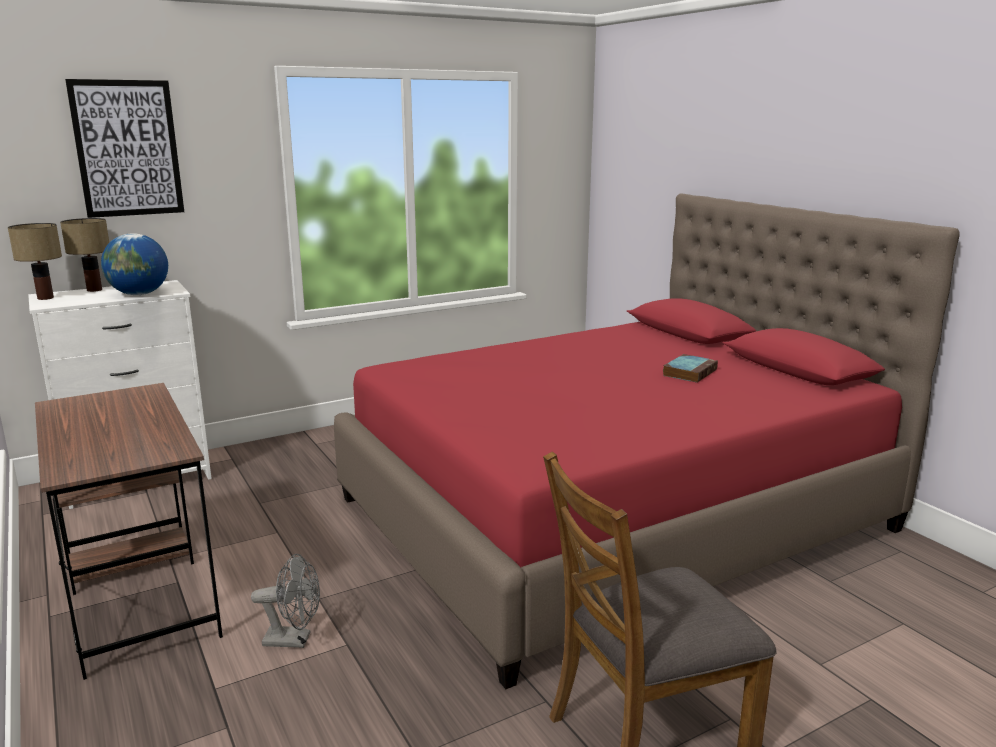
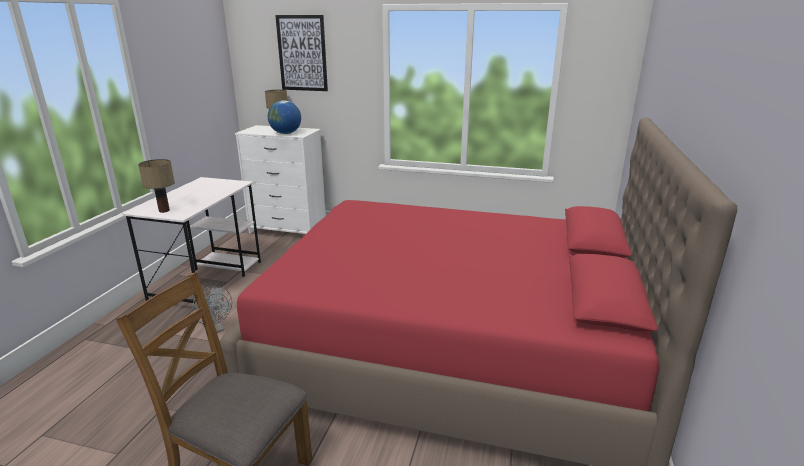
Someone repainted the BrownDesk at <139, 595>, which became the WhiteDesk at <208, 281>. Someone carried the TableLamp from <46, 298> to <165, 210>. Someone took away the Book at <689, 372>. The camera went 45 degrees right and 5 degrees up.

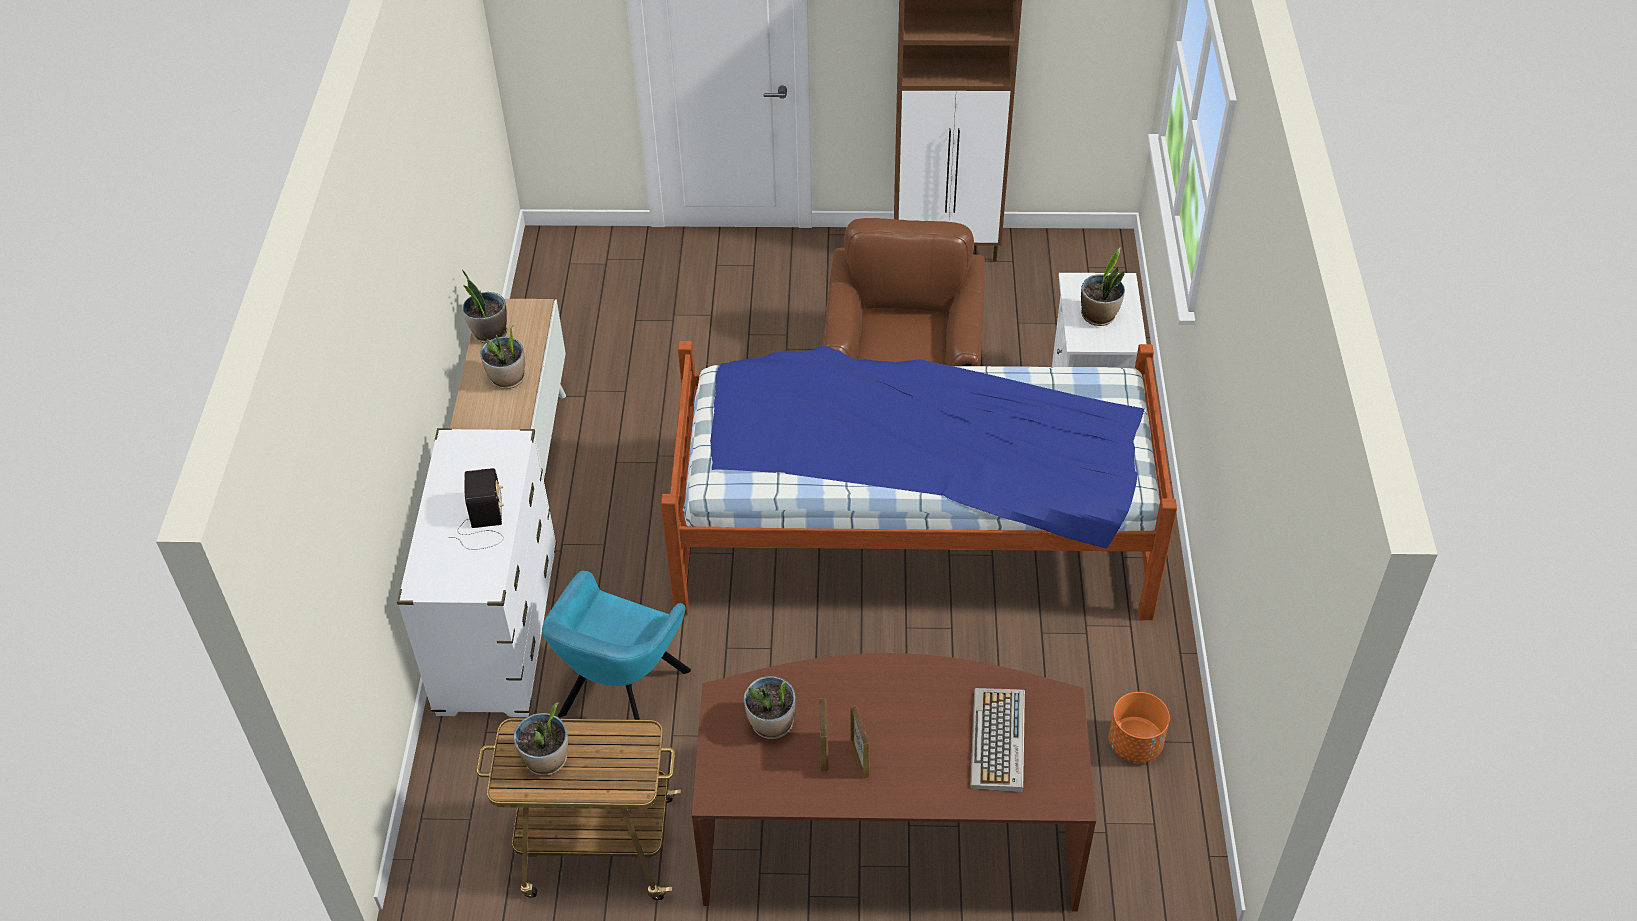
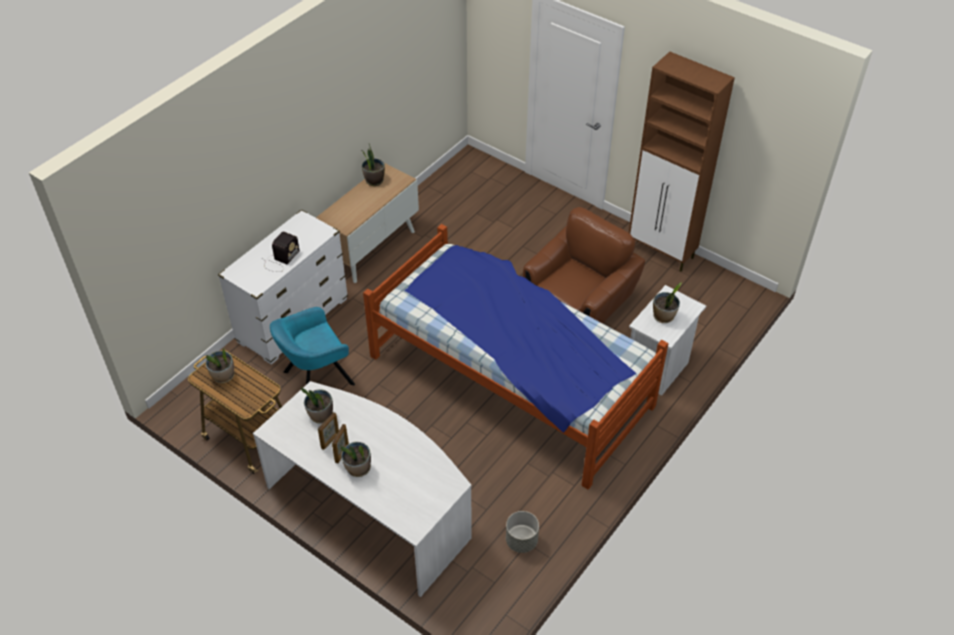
Someone repainted the BrownDesk at <889, 833>, which became the WhiteDesk at <371, 508>. Someone carried the PottedPlant from <507, 379> to <358, 468>. Someone repainted the OrangePlanter at <1135, 743>, which became the GreyPlanter at <521, 541>. Someone took away the Keyboard at <998, 741>. The camera went 35 degrees right and 0 degrees up.

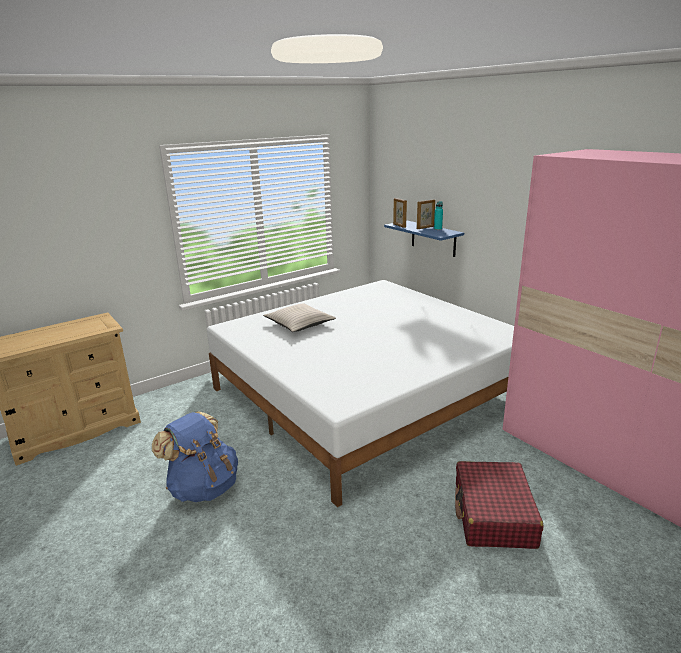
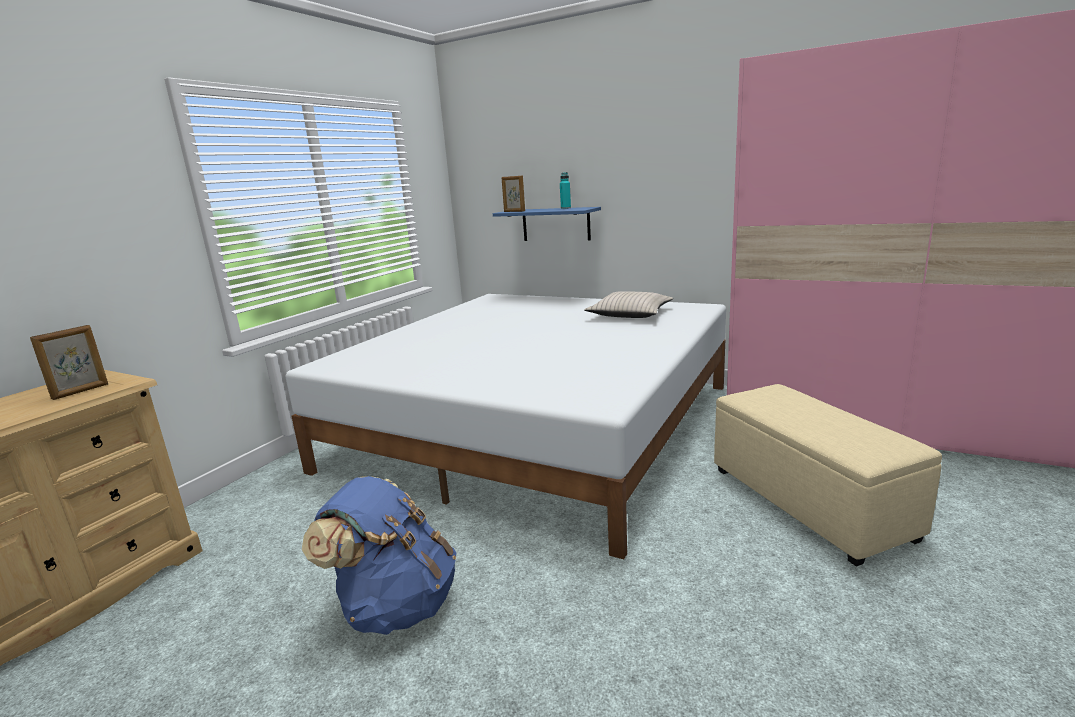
Someone carried the PictureFrame from <425, 227> to <81, 391>. Someone carried the BeigePillow from <299, 324> to <630, 314>. Someone swapped the RedSuitcase at <493, 515> for the BeigeOttoman at <809, 502>. The camera went 25 degrees left and 5 degrees down.

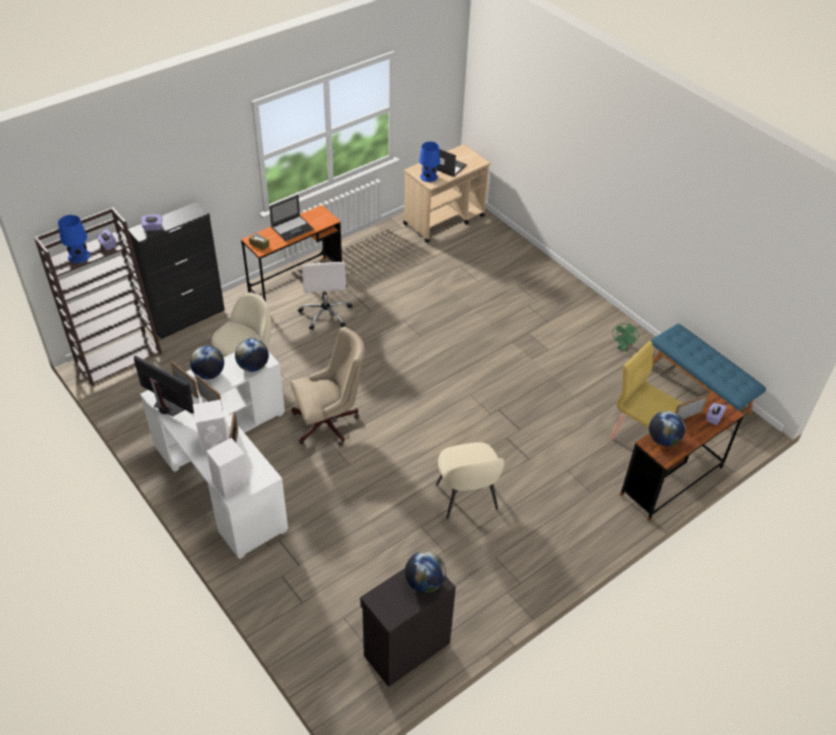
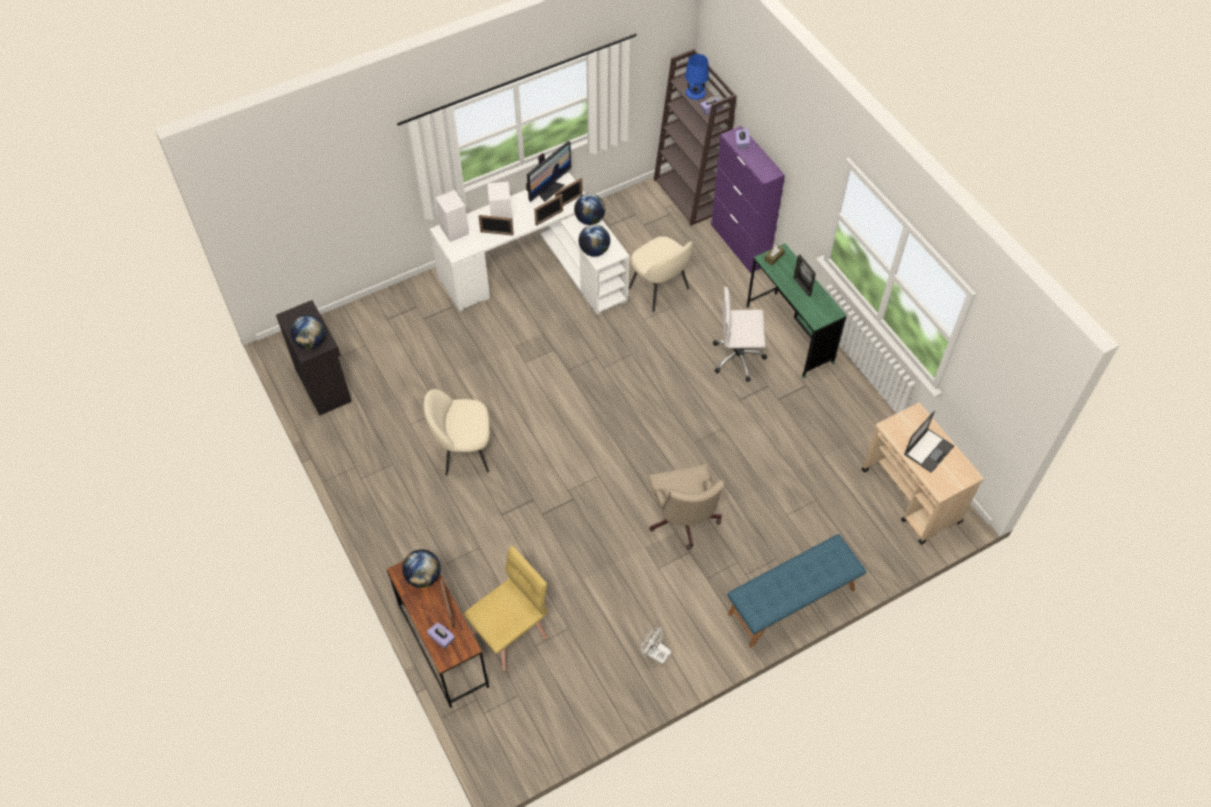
Someone repainted the GreenFan at <623, 347>, which became the WhiteFan at <654, 654>. Someone carried the BeigeOfficeChair from <330, 423> to <683, 522>. Someone repainted the BlackCabinet at <188, 318>, which became the PurpleCabinet at <740, 244>. Someone carried the BlueBench from <698, 390> to <792, 602>. Someone repainted the OrangeDesk at <296, 284>, which became the GreenDesk at <789, 334>. Someone swapped the Laptop at <292, 228> for the PictureFrame at <802, 286>. Someone took away the BlueTableLamp at <429, 177>. The camera went 100 degrees right and 10 degrees up.

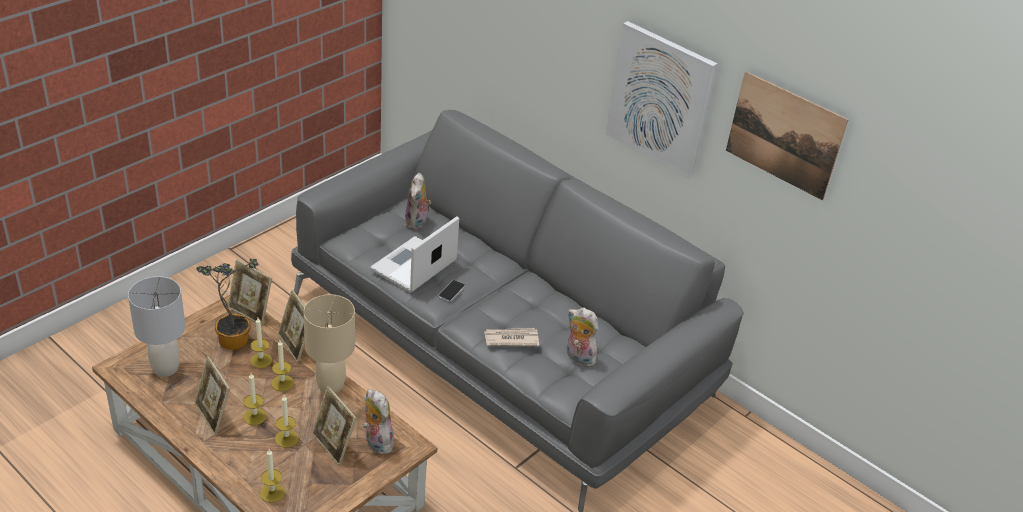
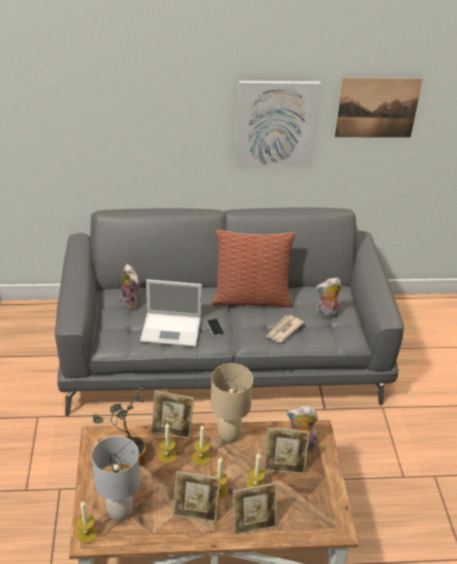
Someone carried the Candle from <272, 493> to <86, 534>. Someone rotated the Laptop at <413, 266> by 75 degrees counterclockwise. Someone put down the Pillow at <251, 298>. Someone carried the PictureFrame from <251, 312> to <253, 524>. The camera went 45 degrees left and 0 degrees up.

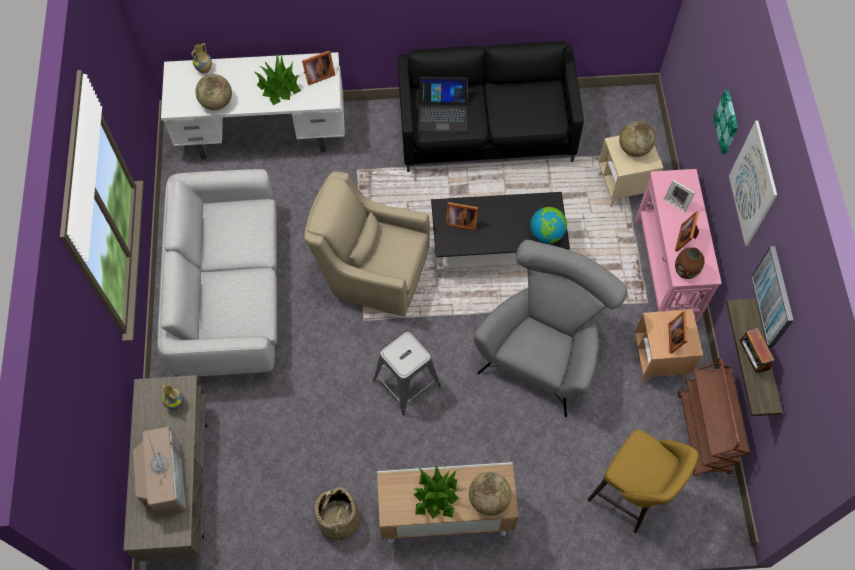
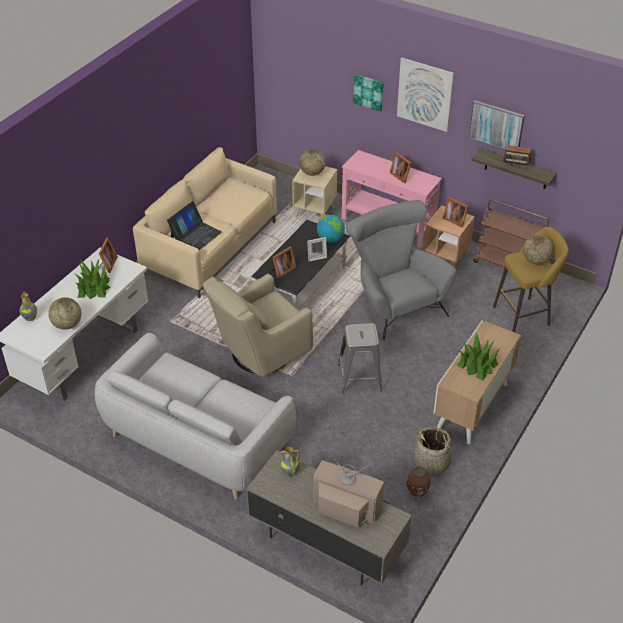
Someone repainted the BlackSofa at <485, 132>, which became the BeigeSofa at <210, 248>. Someone carried the PictureFrame from <677, 202> to <316, 257>. Someone carried the BrownVase from <685, 272> to <417, 492>. Someone carried the Globe from <489, 499> to <536, 260>. The camera went 55 degrees left and 20 degrees down.

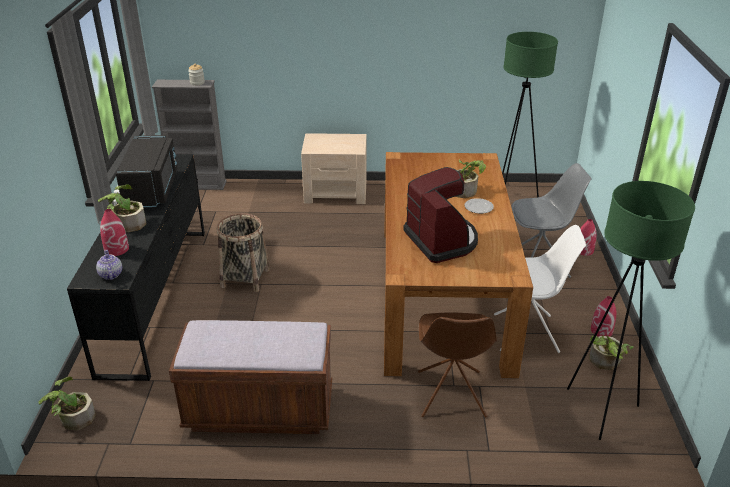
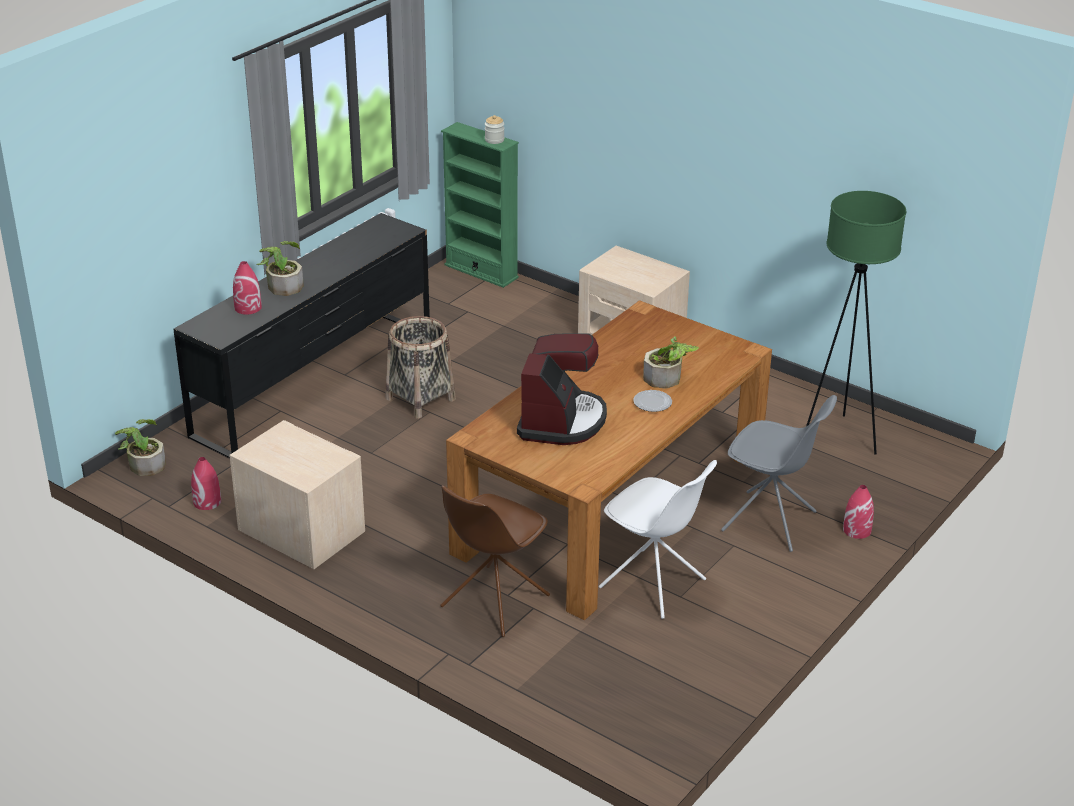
Someone carried the RedVase from <601, 330> to <207, 502>. Someone swapped the BrownBench at <259, 410> for the BeigeNightstand at <301, 530>. Someone repainted the GreyBookcase at <198, 185>, which became the GreenBookcase at <481, 271>. Someone took away the Teapot at <110, 274>. Someone took away the BlackMicrowave at <152, 189>. Someone took away the GreenFloorLamp at <600, 410>. Someone took away the PottedPlant at <605, 363>. The camera went 35 degrees right and 0 degrees up.

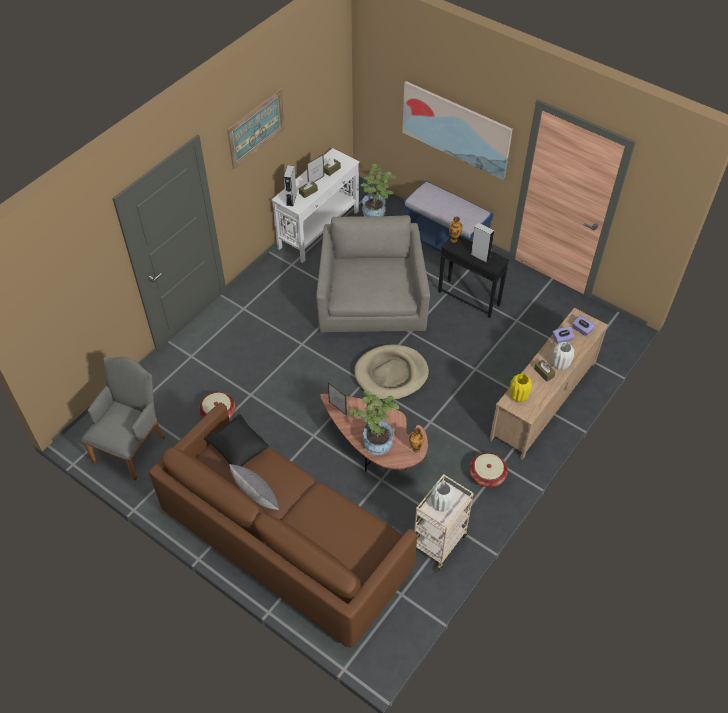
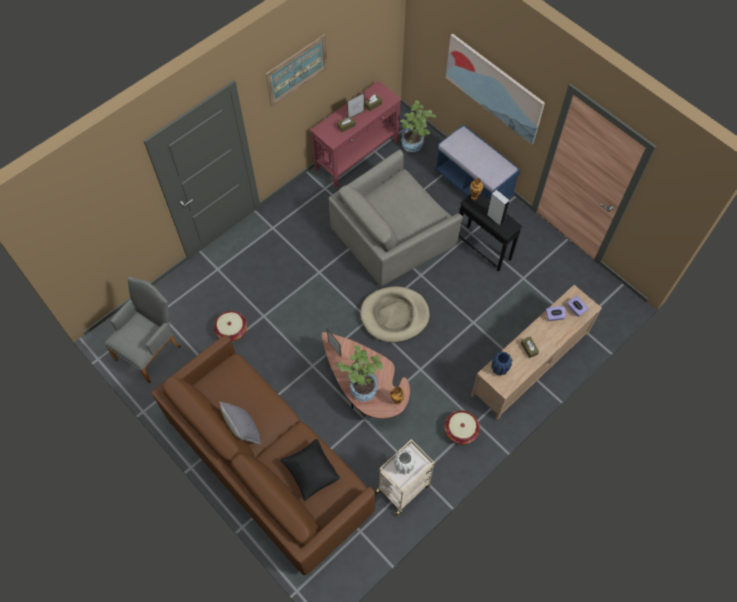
Someone carried the BlackPillow from <238, 449> to <311, 472>. Someone repainted the WhiteConsoleTable at <319, 229>, which became the RedConsoleTable at <357, 154>. Someone rotated the GreyArmchair at <371, 297> by 135 degrees counterclockwise. Someone repainted the YellowVase at <518, 396>, which became the BlueVase at <499, 369>. Someone took away the GreySpeaker at <291, 199>. Someone took away the WhiteVase at <560, 365>. The camera went 10 degrees right and 10 degrees up.

